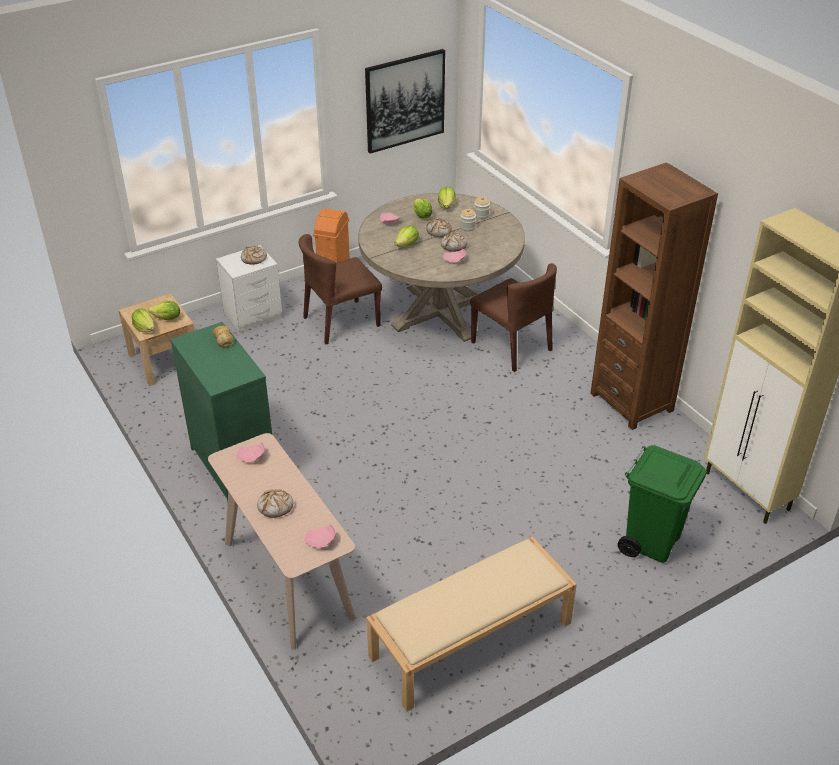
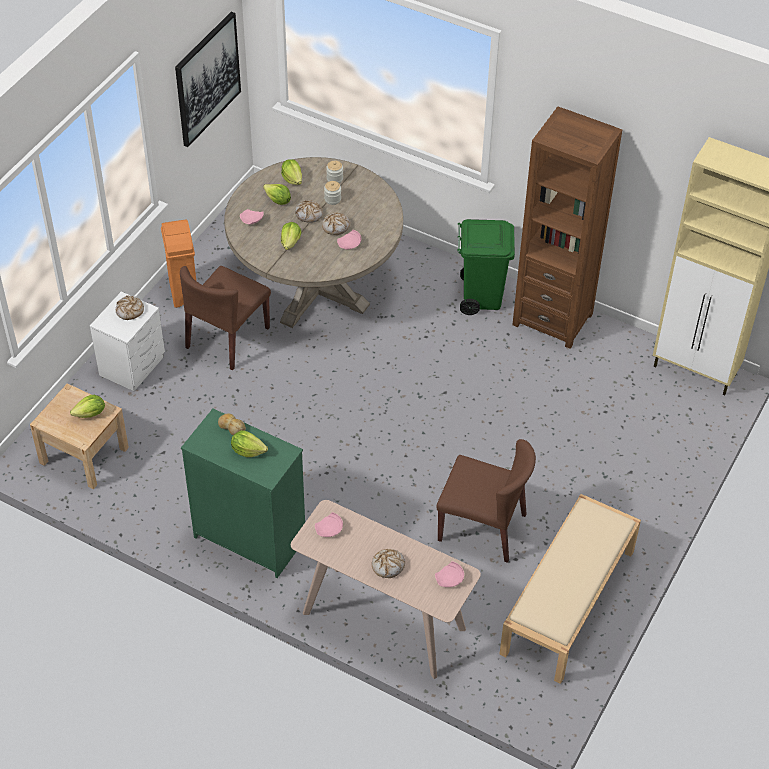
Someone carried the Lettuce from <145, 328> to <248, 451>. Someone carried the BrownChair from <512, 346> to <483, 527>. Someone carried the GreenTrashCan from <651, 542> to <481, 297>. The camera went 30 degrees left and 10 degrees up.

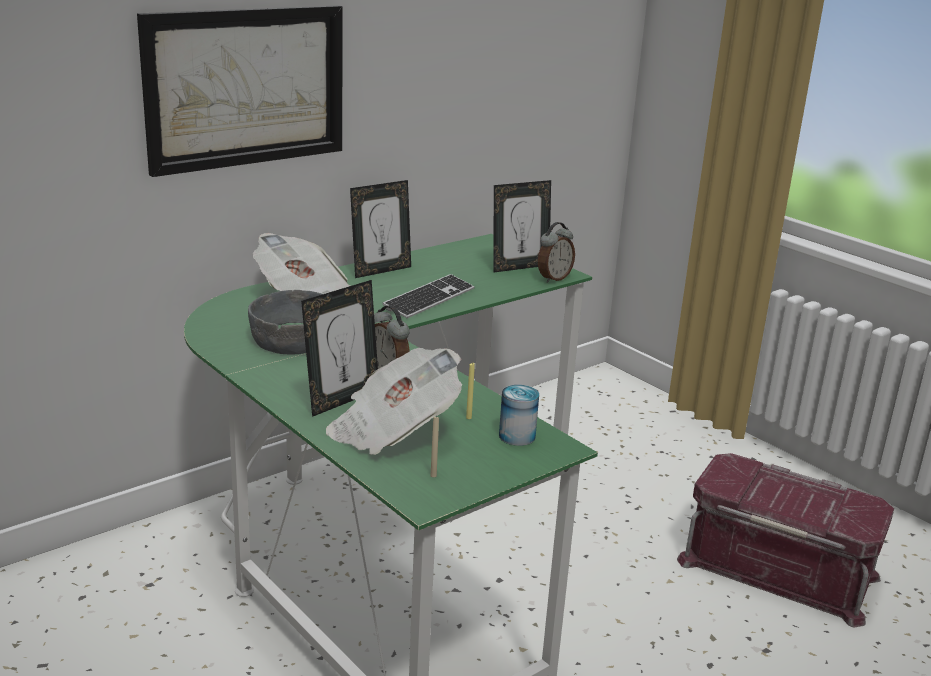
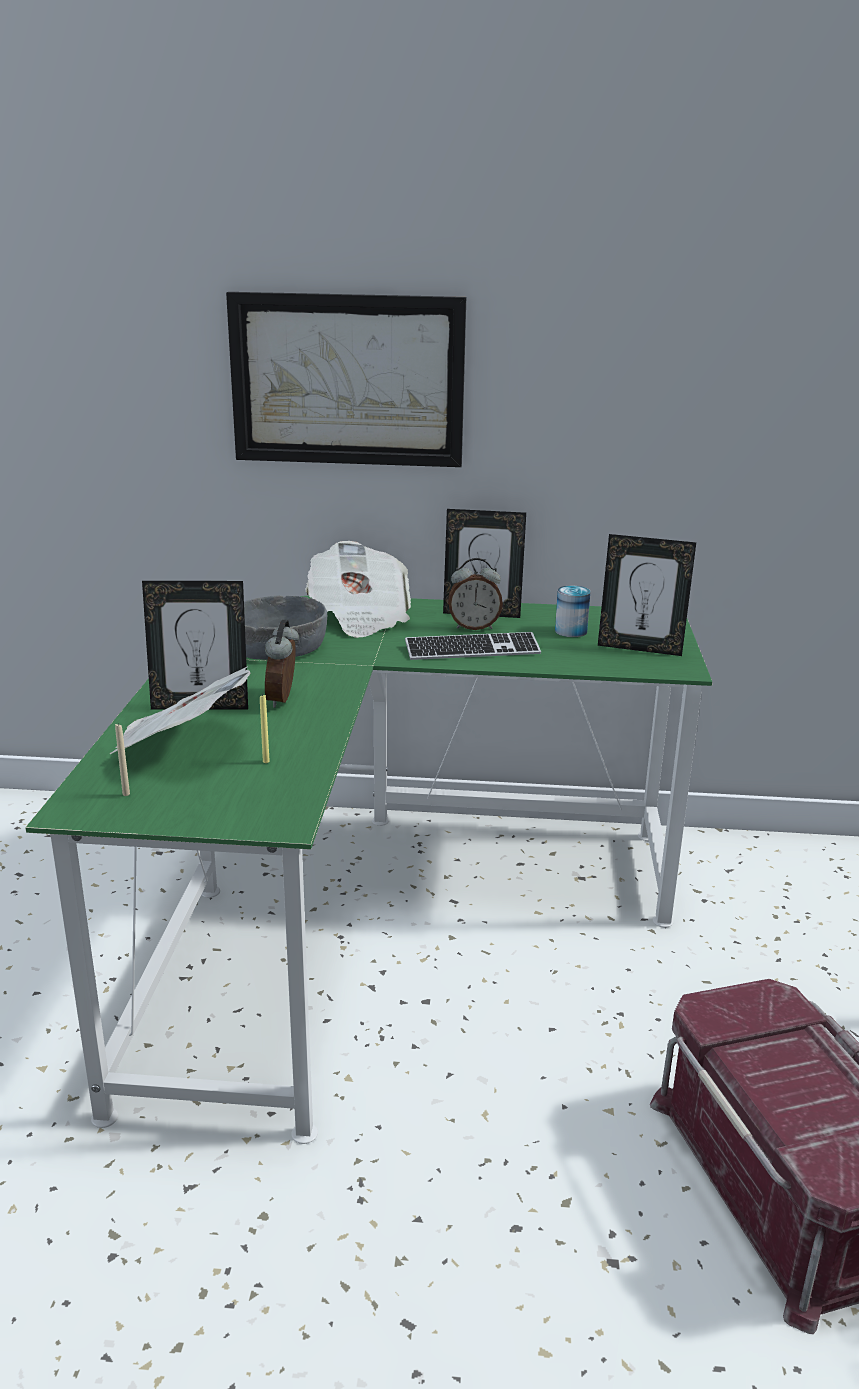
Someone carried the AlarmClock from <553, 278> to <474, 627>. Someone carried the Can from <517, 436> to <571, 631>. The camera went 45 degrees right and 0 degrees up.

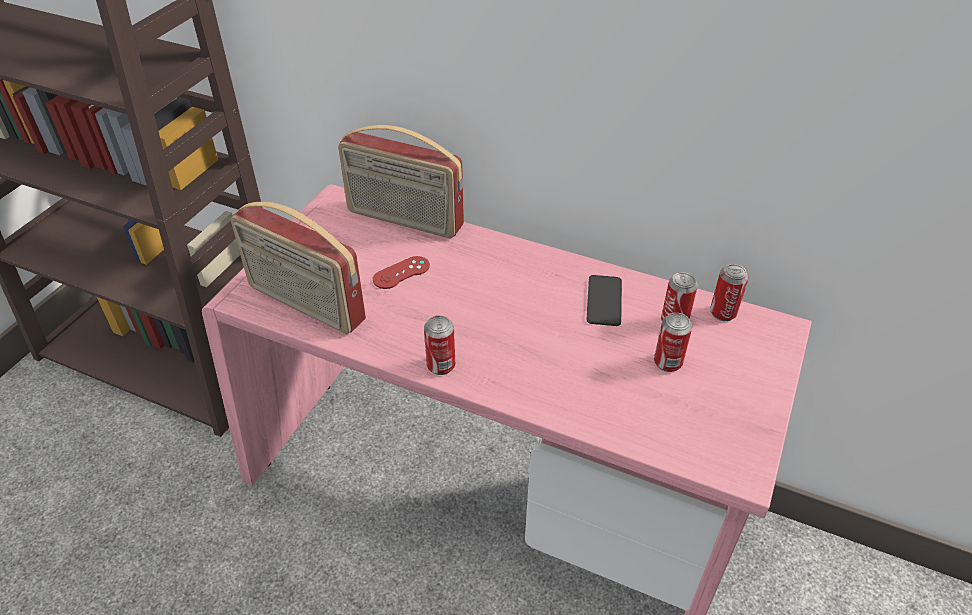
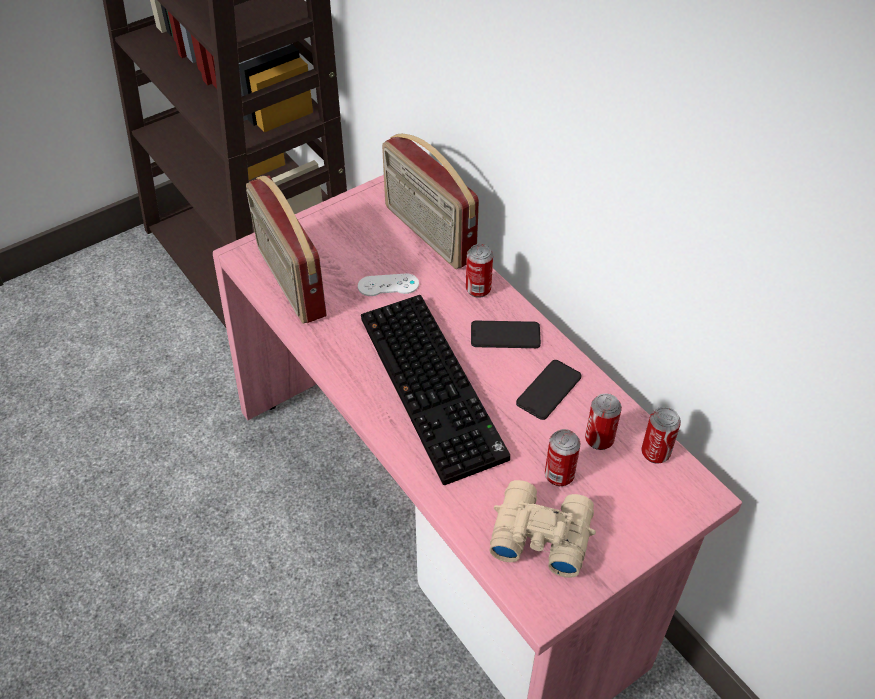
Someone repainted the RedGameController at <401, 273>, which became the WhiteGameController at <388, 285>. Someone put down the Keyboard at <435, 387>. Someone carried the Can from <441, 365> to <478, 289>. Someone put down the Phone at <505, 335>. Someone put down the BeigeBinoculars at <539, 533>. The camera went 30 degrees right and 5 degrees up.

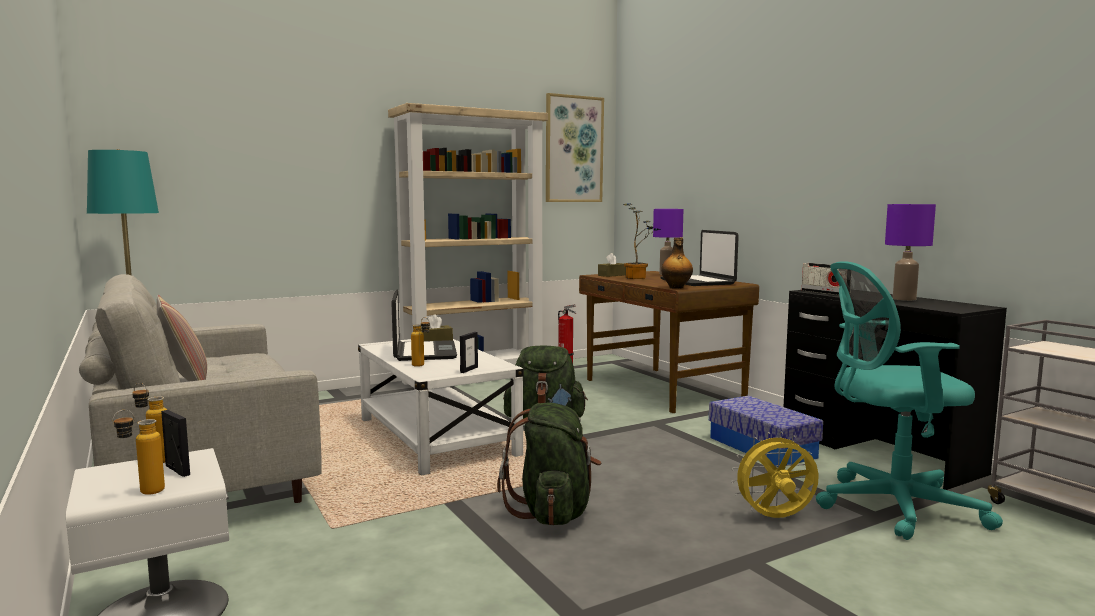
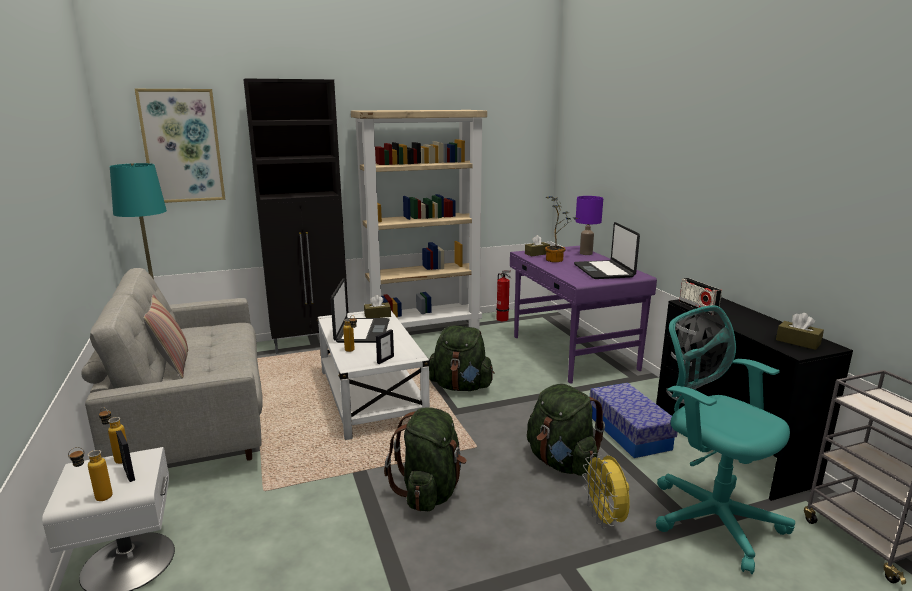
Someone carried the Picture from <573, 149> to <182, 146>. Someone put down the BlackCabinet at <312, 343>. Someone repainted the BrownDesk at <662, 389>, which became the PurpleDesk at <572, 353>. Someone put down the GreenBackpack at <561, 462>. Someone rotated the YellowFan at <775, 519> by 105 degrees counterclockwise. Someone rotated the TurquoiseOfficeChair at <890, 507> by 45 degrees clockwise. Someone put down the BrownTissueBox at <798, 342>. Someone took away the Bottle at <676, 287>. Someone took away the PurpleTableLamp at <904, 299>. The camera went 10 degrees right and 10 degrees up.

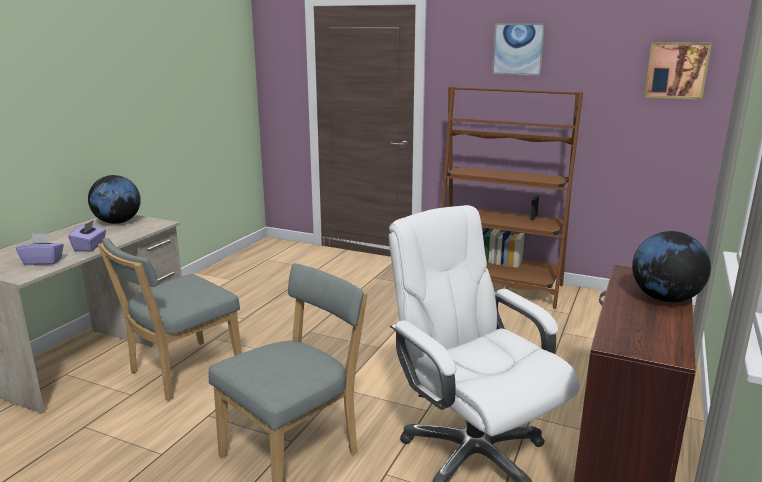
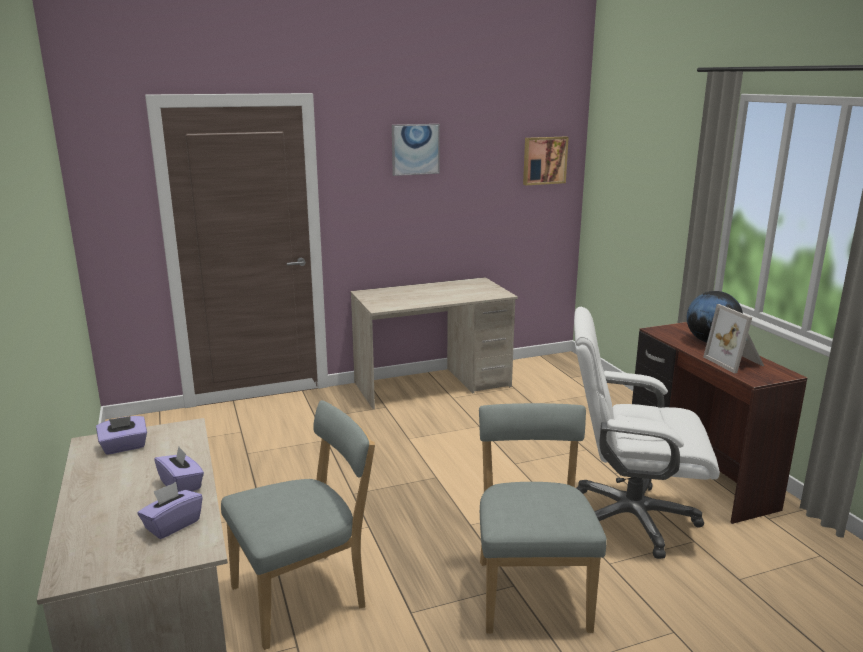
Someone swapped the Globe at <117, 222> for the PurpleTissueBox at <124, 447>. Someone rotated the GreyChair at <181, 372> by 120 degrees counterclockwise. Someone swapped the BrownBookcase at <499, 286> for the BeigeDesk at <432, 385>. Someone put down the PictureFrame at <736, 362>. The camera went 45 degrees left and 0 degrees up.

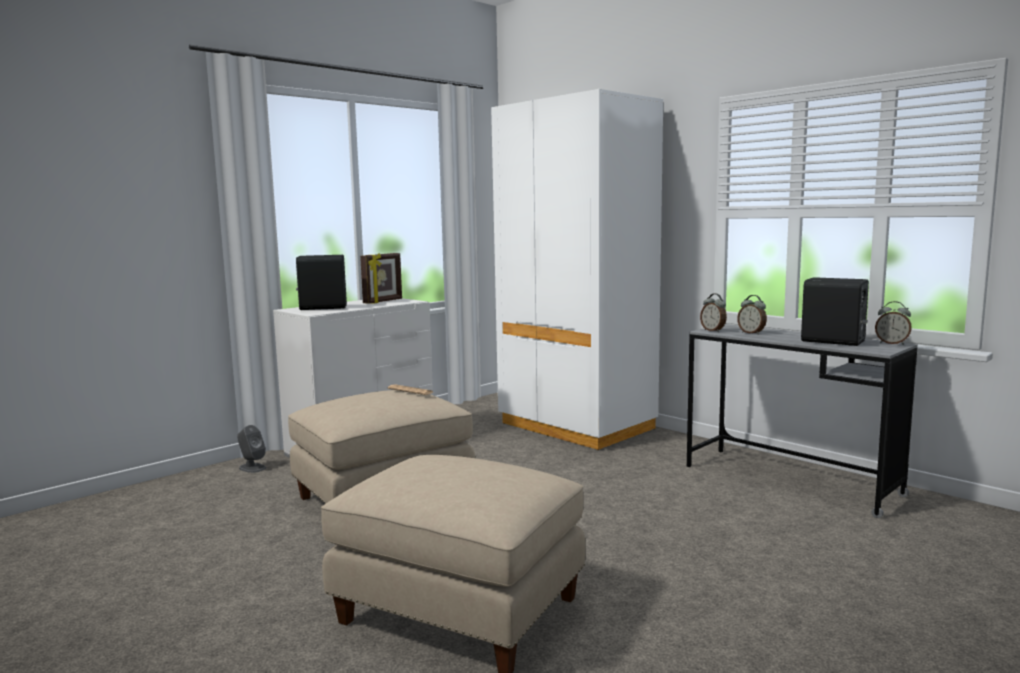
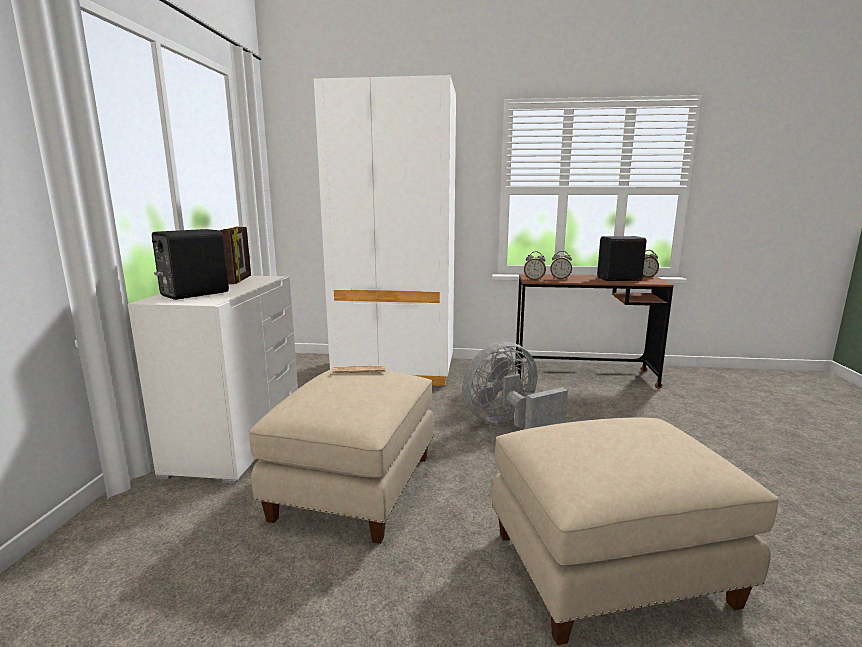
Someone put down the GreyFan at <508, 424>. Someone repainted the GreyDesk at <789, 480>, which became the BrownDesk at <583, 377>. Someone took away the GreySpeaker at <252, 468>. The camera went 40 degrees left and 5 degrees up.

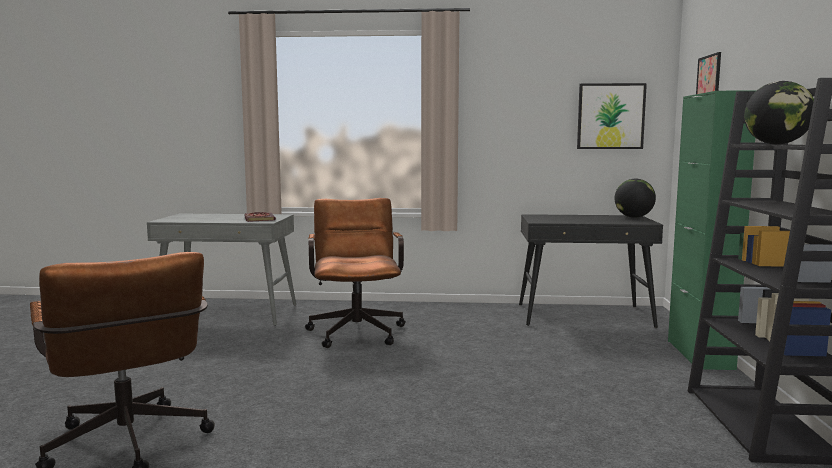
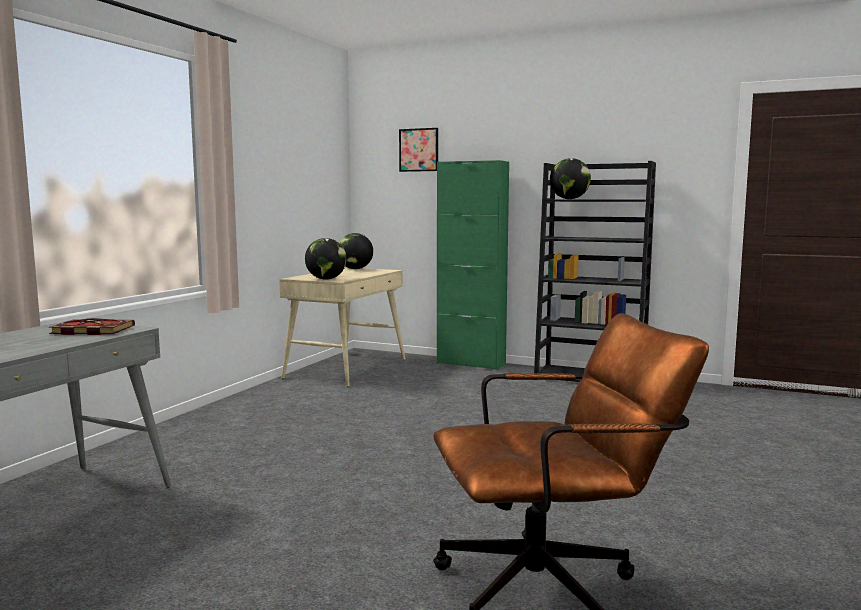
Someone repainted the BlackDesk at <584, 315>, which became the BeigeDesk at <346, 368>. Someone put down the Globe at <326, 279>. Someone took away the BrownOfficeChair at <356, 330>. Someone took away the Picture at <610, 116>. The camera went 70 degrees left and 0 degrees up.

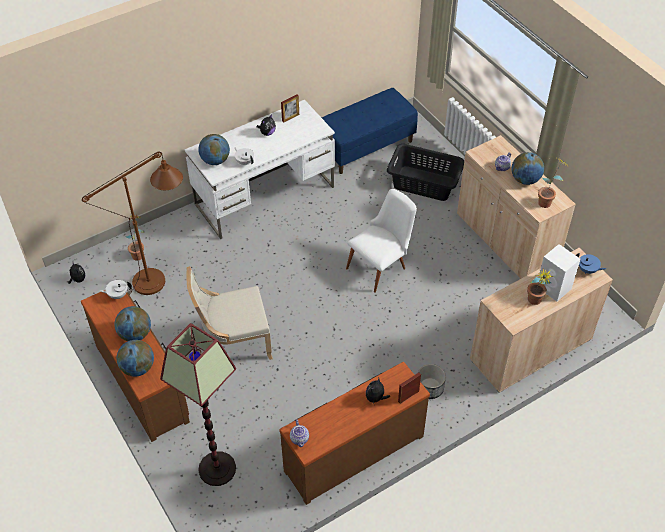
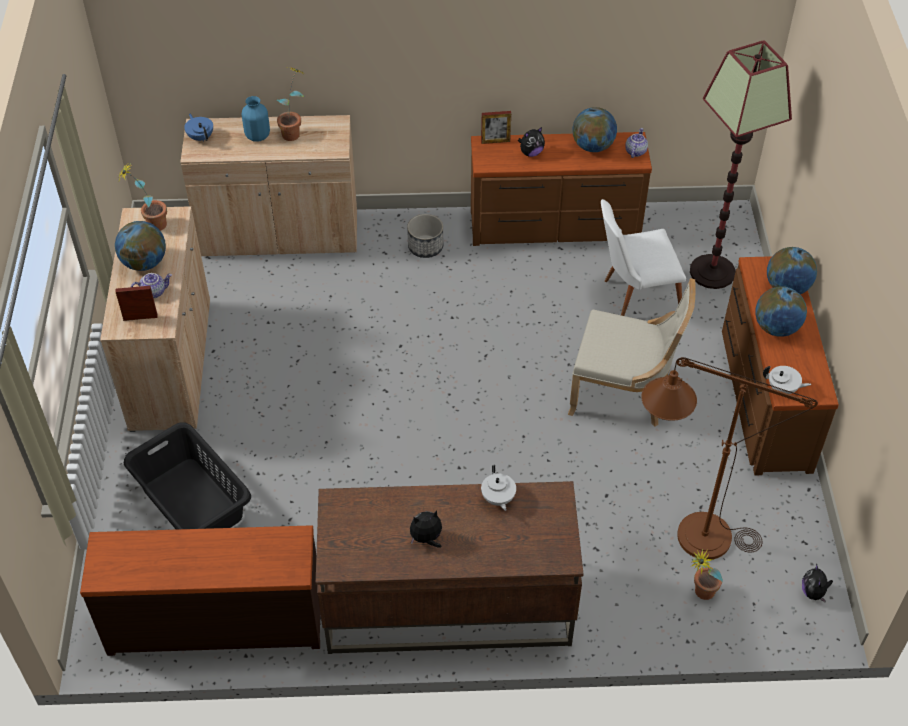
Someone swapped the BlueBench at <366, 146> for the BrownDresser at <216, 620>. Someone carried the PictureFrame from <290, 117> to <140, 317>. Someone swapped the WhiteSpeaker at <554, 288> for the BlueVase at <257, 136>. Someone repainted the WhiteDesk at <265, 195>, which became the BrownDesk at <447, 605>. Someone carried the Globe from <215, 160> to <593, 146>. Someone carried the WhiteChair from <381, 266> to <634, 296>. The camera went 150 degrees left and 0 degrees up.

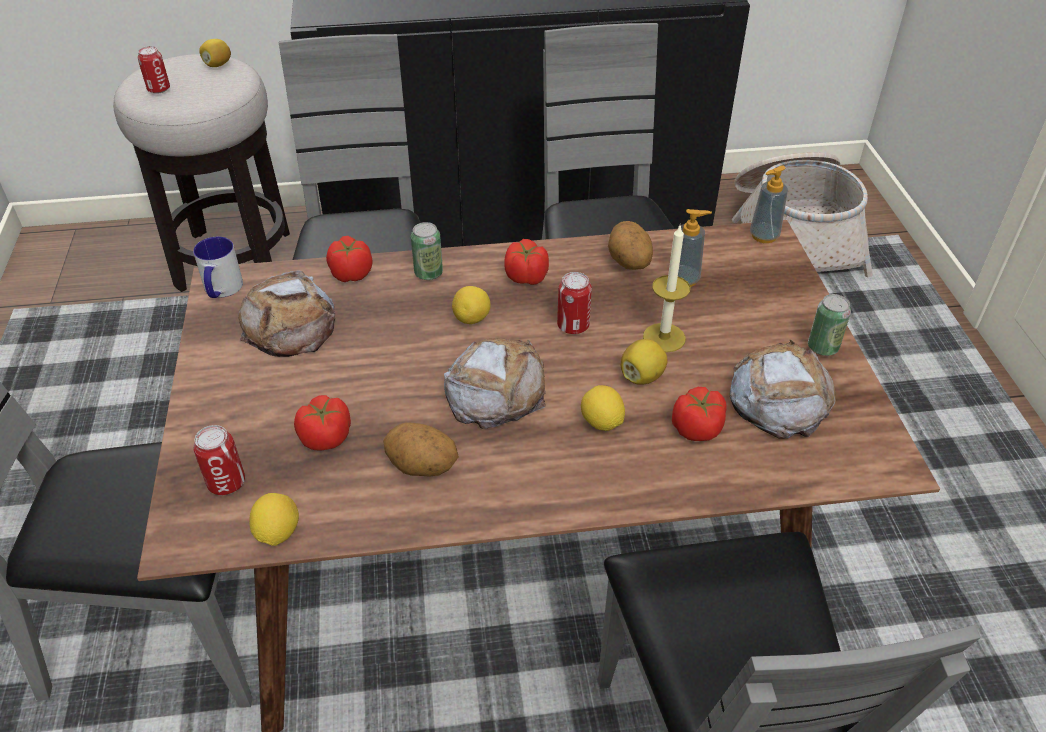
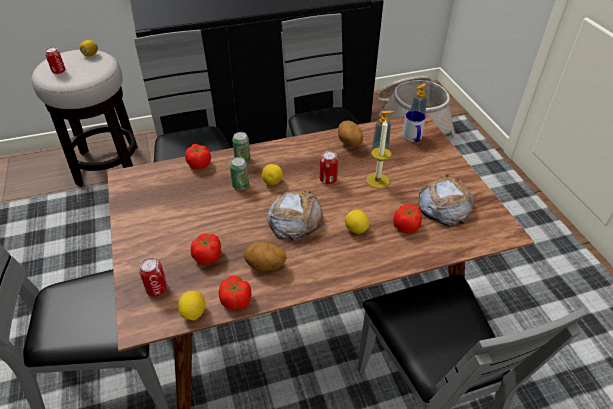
Someone carried the Tomato from <526, 277> to <236, 301>. Someone carried the Can from <822, 347> to <240, 185>. Someone carried the Mug from <221, 290> to <413, 138>. Someone took away the Bread at <290, 325>. Someone took away the Lemon at <642, 376>. The camera went 10 degrees left and 0 degrees up.

